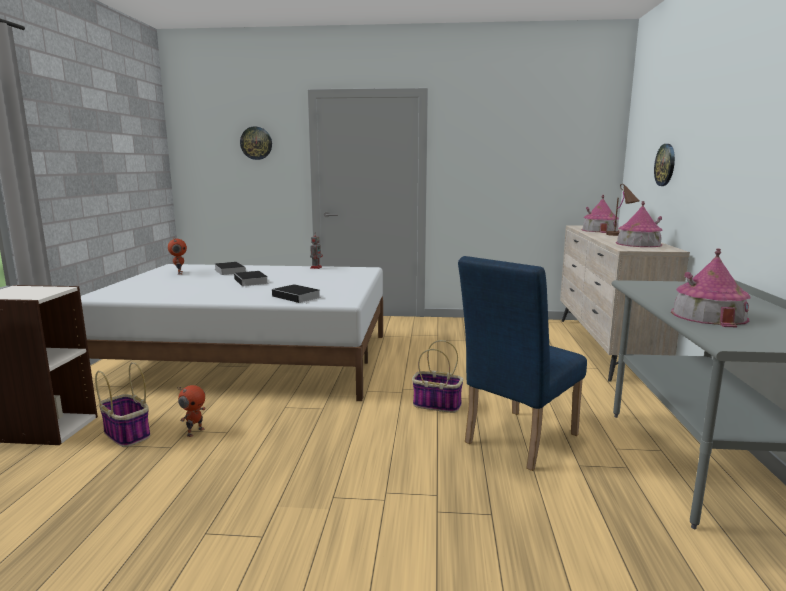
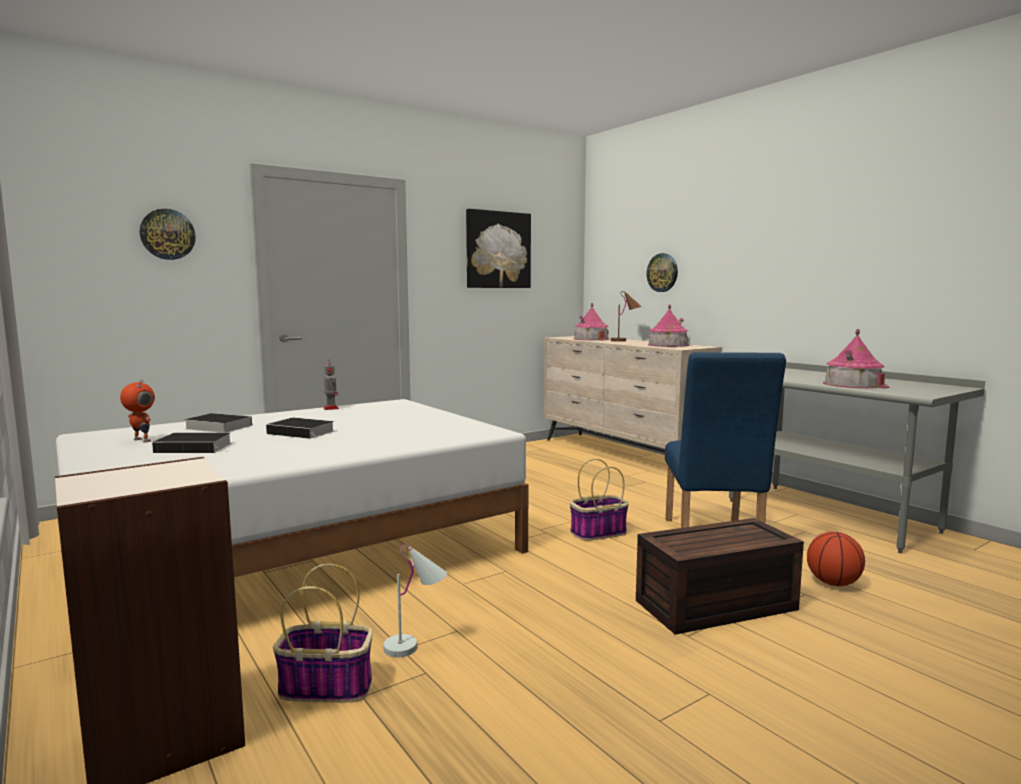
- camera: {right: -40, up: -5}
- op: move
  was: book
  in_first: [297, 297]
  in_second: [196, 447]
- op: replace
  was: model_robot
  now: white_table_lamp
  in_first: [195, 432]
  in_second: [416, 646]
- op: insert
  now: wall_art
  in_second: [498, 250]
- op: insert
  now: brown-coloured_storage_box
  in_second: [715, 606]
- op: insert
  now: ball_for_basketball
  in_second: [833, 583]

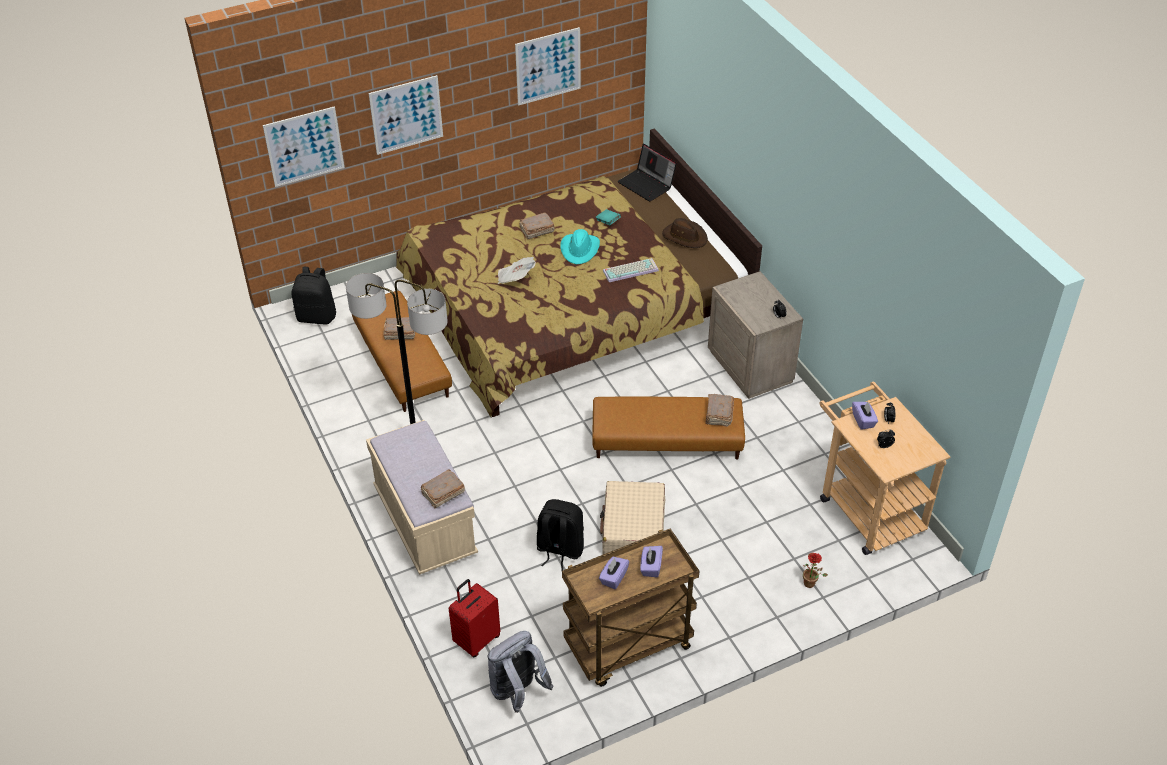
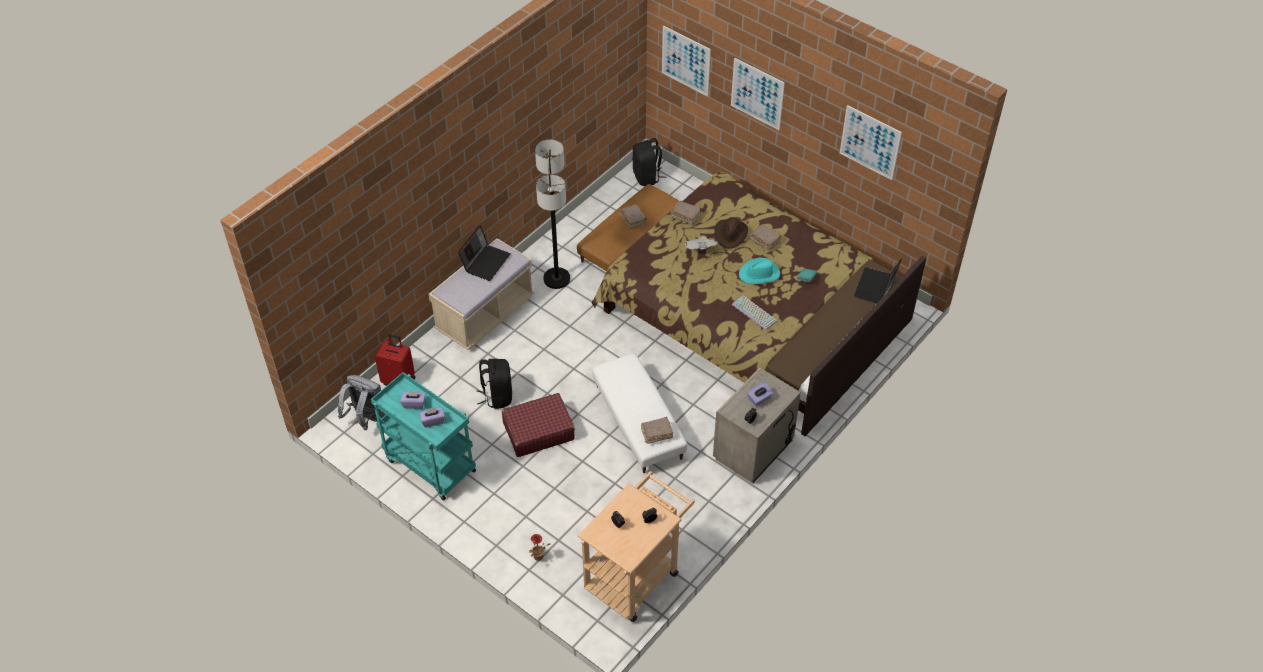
- camera: {right: 65, up: 5}
- op: recolor
  was: brown-coloured_trolley
  now: blue-green_trolley
  in_first: [628, 647]
  in_second: [429, 465]
- op: insert
  now: notebook_computer
  in_second: [485, 262]
- op: recolor
  was: sand-coloured_piece_of_luggage
  now: reddish_piece_of_luggage
  in_first: [633, 528]
  in_second: [538, 431]
- op: recolor
  was: brown-coloured_pouffe
  now: white_pouffe
  in_first: [666, 441]
  in_second: [638, 422]
- op: move
  was: brown-coloured_book
  in_first: [442, 494]
  in_second: [685, 216]
- op: move
  was: brown-coloured_hat
  in_first: [684, 236]
  in_second: [730, 234]
- op: move
  was: purple-coloured_tissue_holder
  in_first: [863, 421]
  in_second: [759, 399]

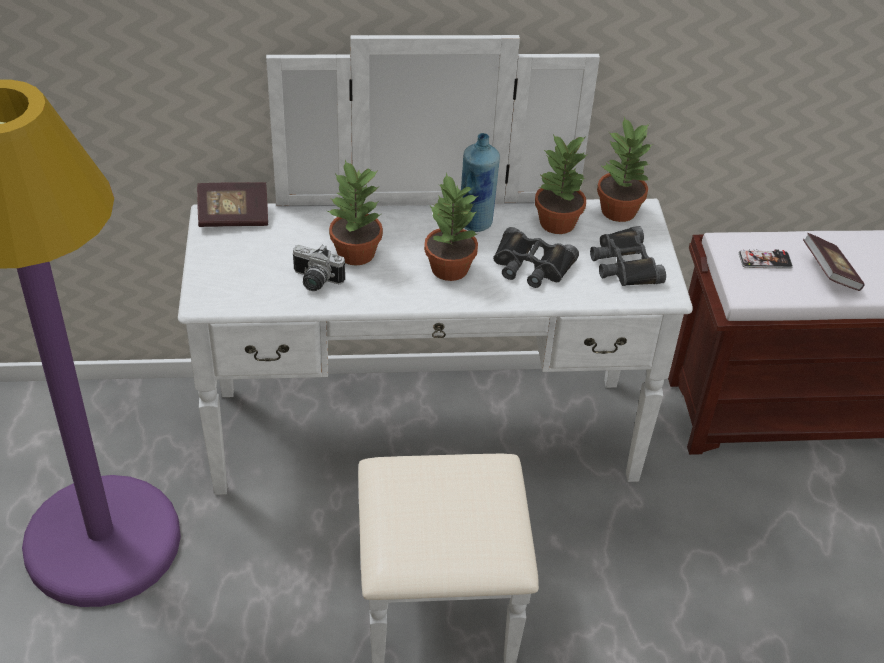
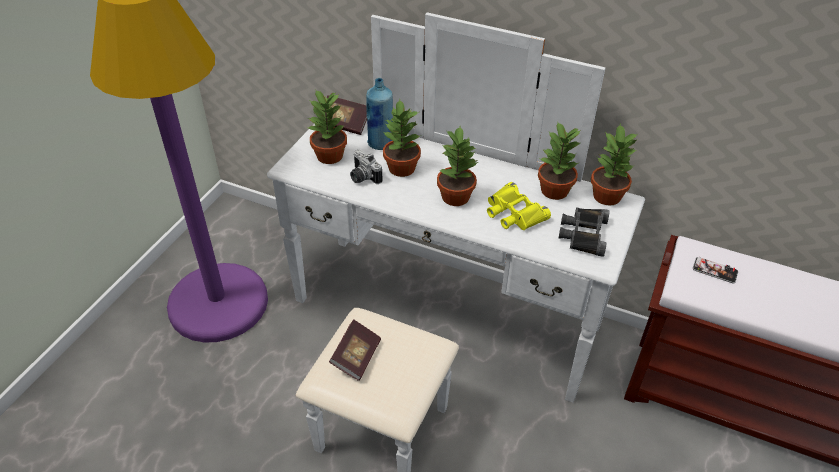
- camera: {right: 30, up: 0}
- op: insert
  now: potted_plant
  in_second: [330, 156]
- op: move
  was: book
  in_first: [829, 273]
  in_second: [356, 357]
- op: move
  was: blue-coloured_beverage_bottle
  in_first: [475, 222]
  in_second: [380, 144]
- op: recolor
  was: black-coloured_binoculars
  now: yellow-coloured_binoculars
  in_first: [531, 266]
  in_second: [513, 213]

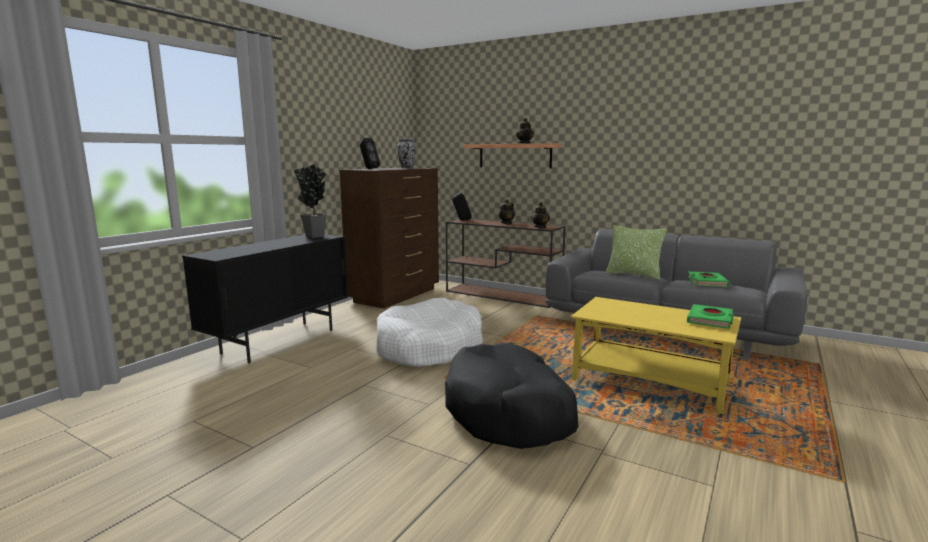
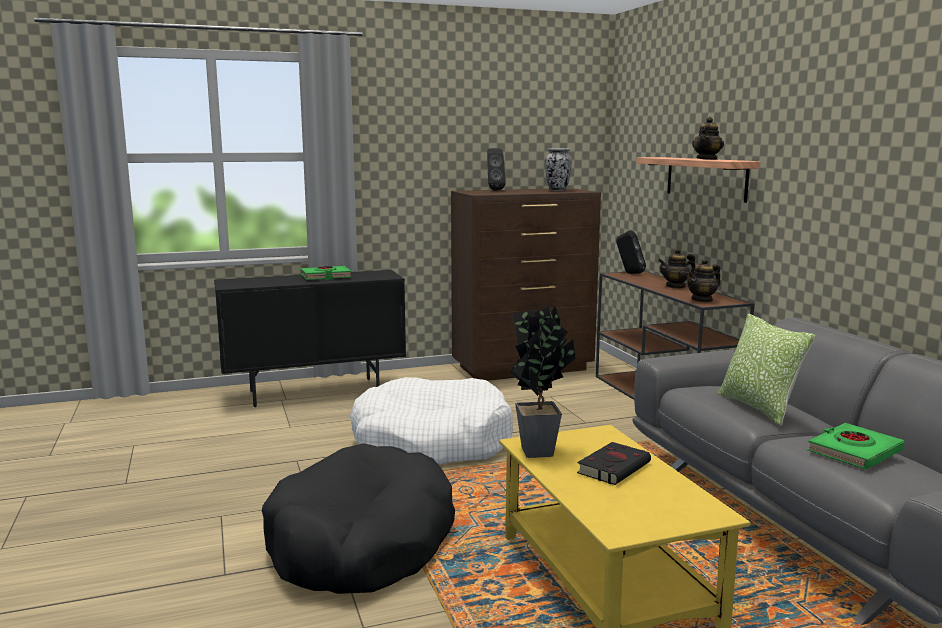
- camera: {right: 40, up: 0}
- op: move
  was: green-coloured_book
  in_first: [710, 320]
  in_second: [325, 277]
- op: move
  was: potted_plant
  in_first: [314, 236]
  in_second: [539, 449]
- op: insert
  now: black-coloured_book
  in_second: [614, 467]

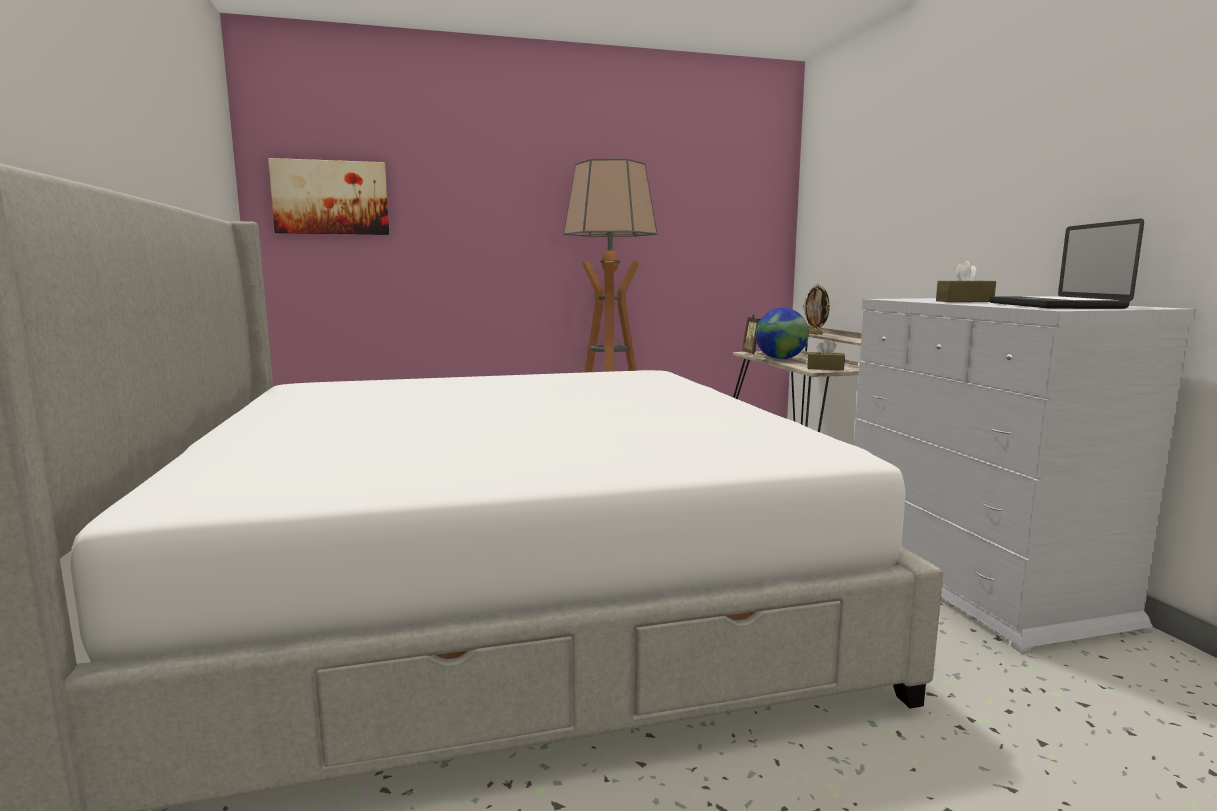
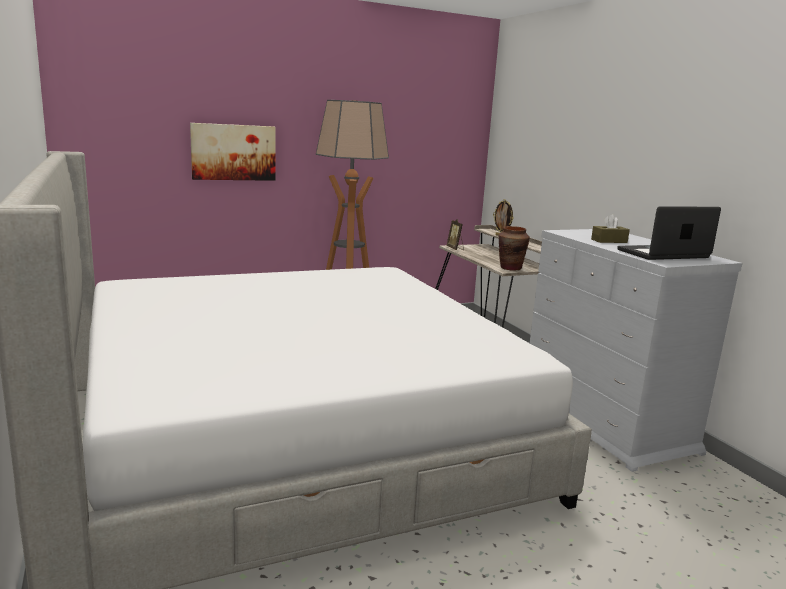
- camera: {right: -10, up: 5}
- op: move
  was: wall_art
  in_first: [331, 197]
  in_second: [233, 152]
- op: replace
  was: brown-coloured_tissue_holder
  now: brown-coloured_flower_vase
  in_first: [825, 368]
  in_second: [510, 268]
- op: rotate
  was: notebook_computer
  in_first: [1054, 305]
  in_second: [663, 254]
  clockwise: 75
- op: delete
  was: globe
  in_first: [780, 359]

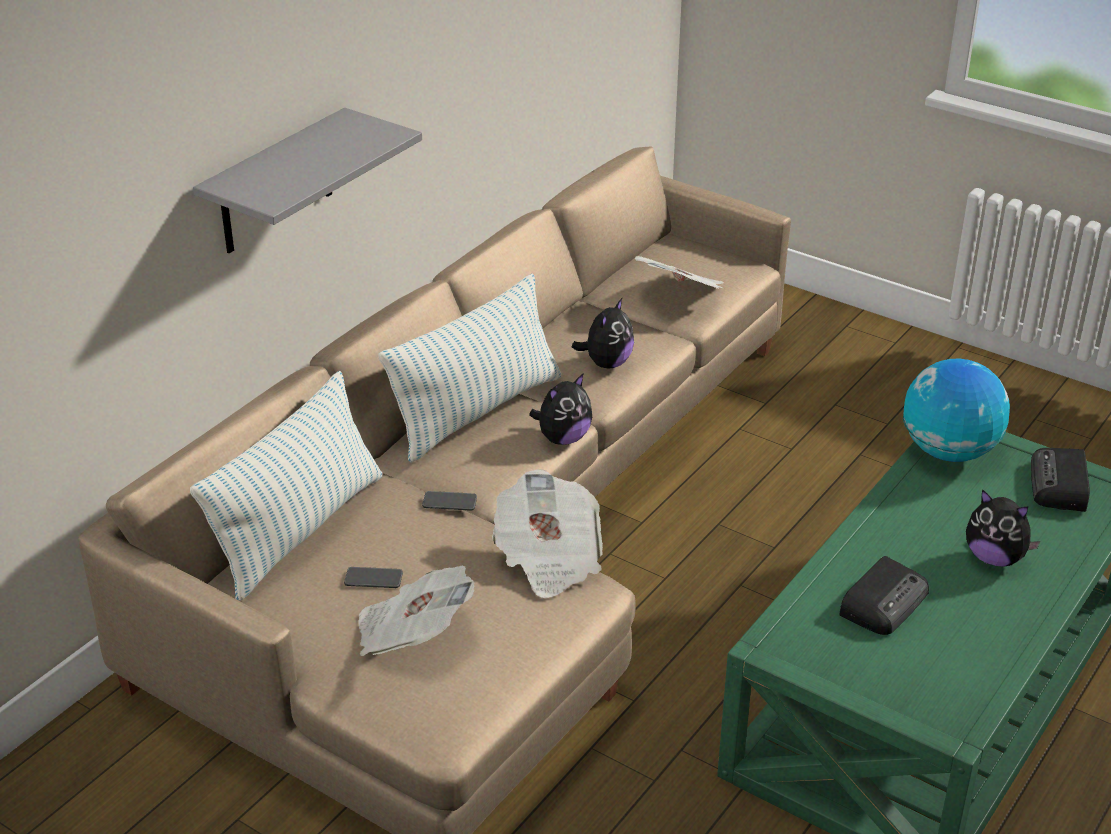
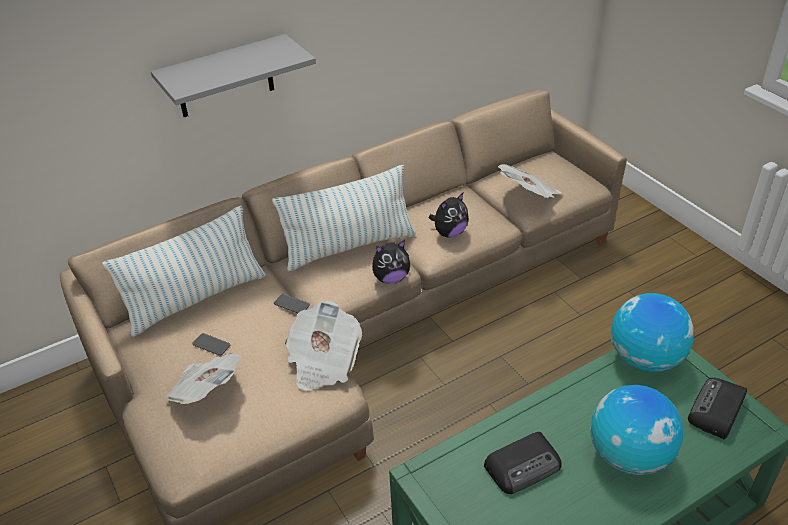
- camera: {right: 25, up: 5}
- op: replace
  was: soft_toy
  now: globe
  in_first: [994, 558]
  in_second: [629, 456]

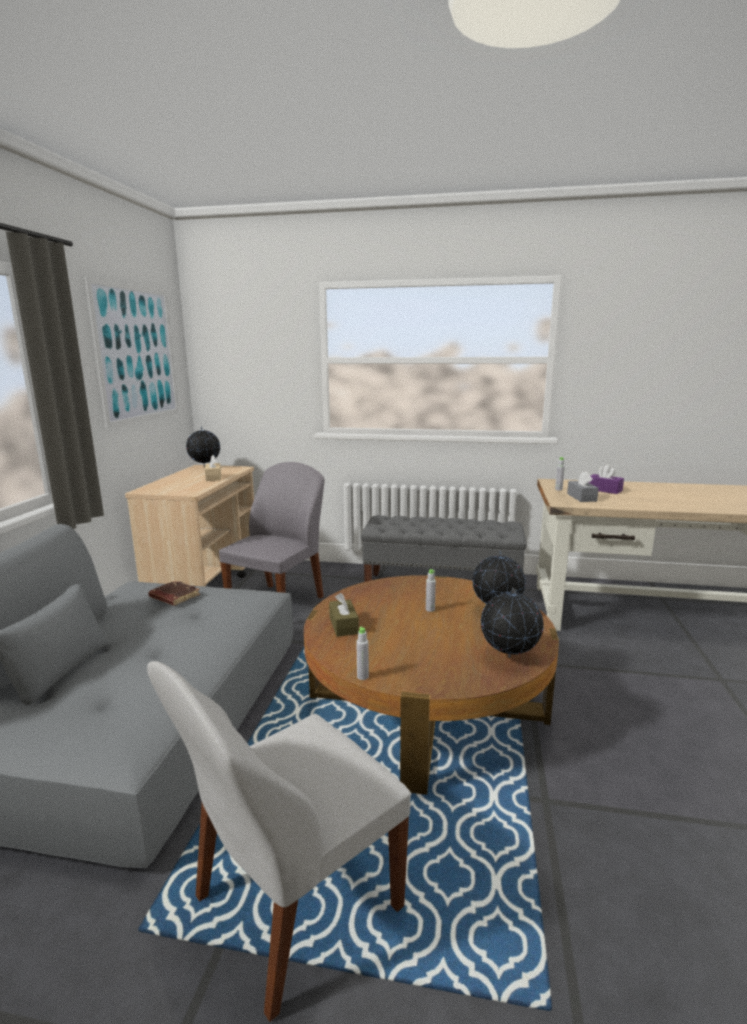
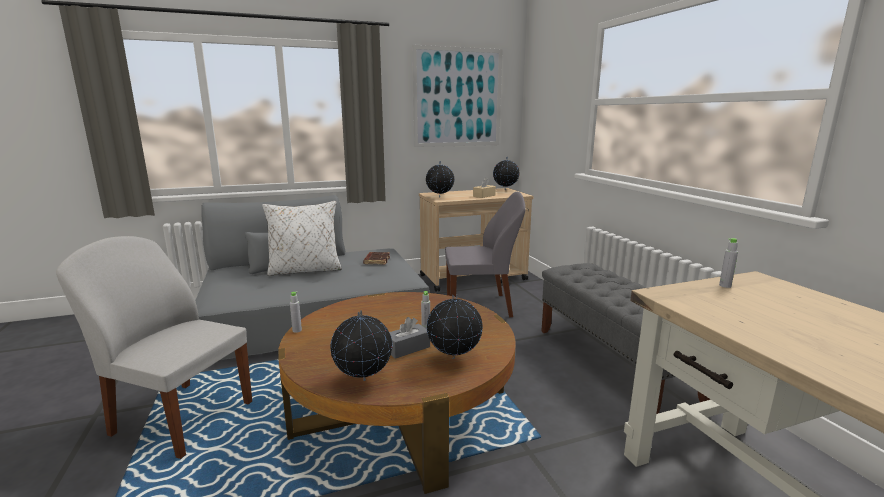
- camera: {right: 60, up: 0}
- op: insert
  now: white_pillow
  in_second: [305, 270]
- op: move
  was: gray_tissue_holder
  in_first: [581, 497]
  in_second: [407, 348]
- op: insert
  now: globe
  in_second: [440, 197]
- op: delete
  was: brown-coloured_tissue_holder
  in_first: [343, 625]
- op: delete
  was: purple-coloured_tissue_holder
  in_first: [604, 490]

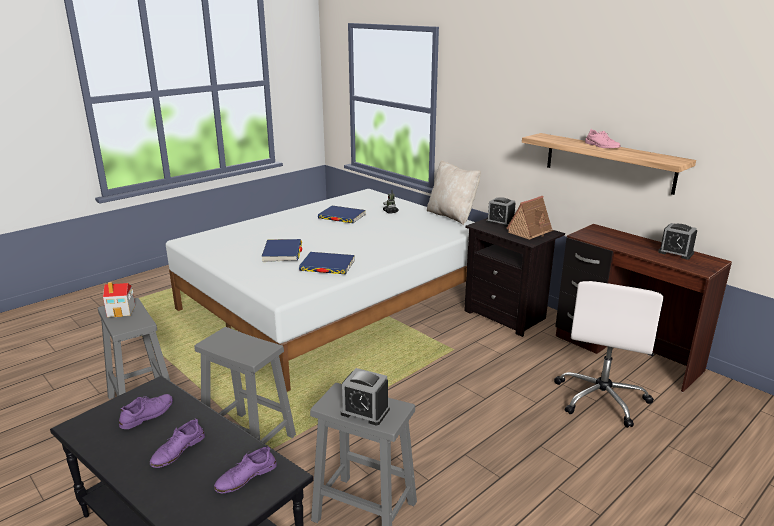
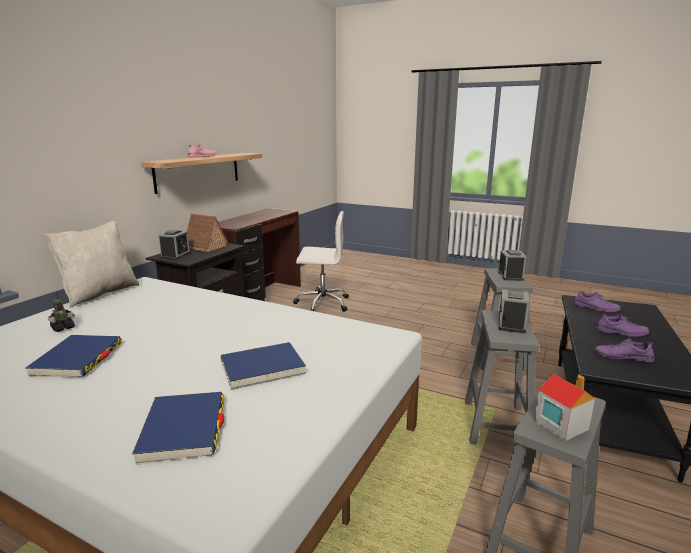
- camera: {right: -110, up: -5}
- op: move
  was: blue-coloured_book
  in_first: [327, 266]
  in_second: [183, 429]
- op: move
  was: alarm_clock
  in_first: [675, 253]
  in_second: [511, 324]

